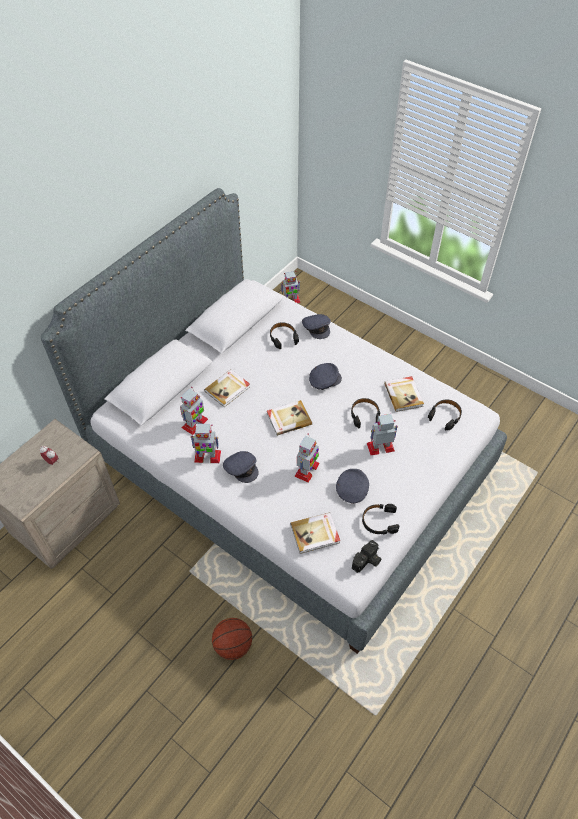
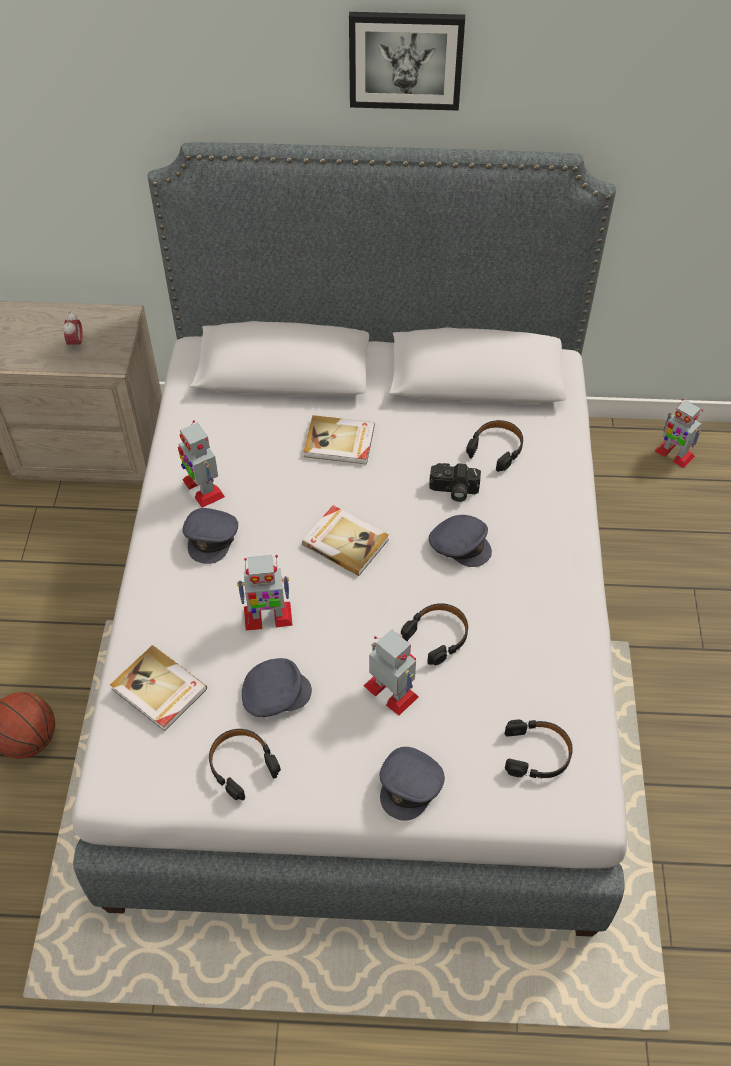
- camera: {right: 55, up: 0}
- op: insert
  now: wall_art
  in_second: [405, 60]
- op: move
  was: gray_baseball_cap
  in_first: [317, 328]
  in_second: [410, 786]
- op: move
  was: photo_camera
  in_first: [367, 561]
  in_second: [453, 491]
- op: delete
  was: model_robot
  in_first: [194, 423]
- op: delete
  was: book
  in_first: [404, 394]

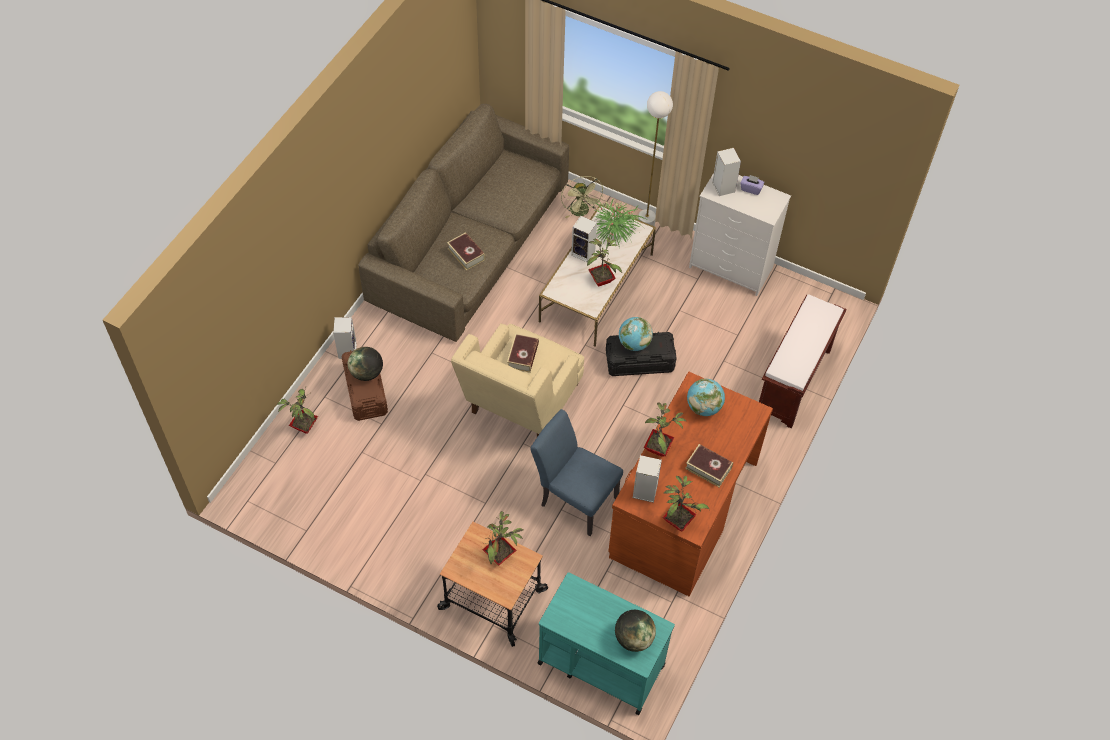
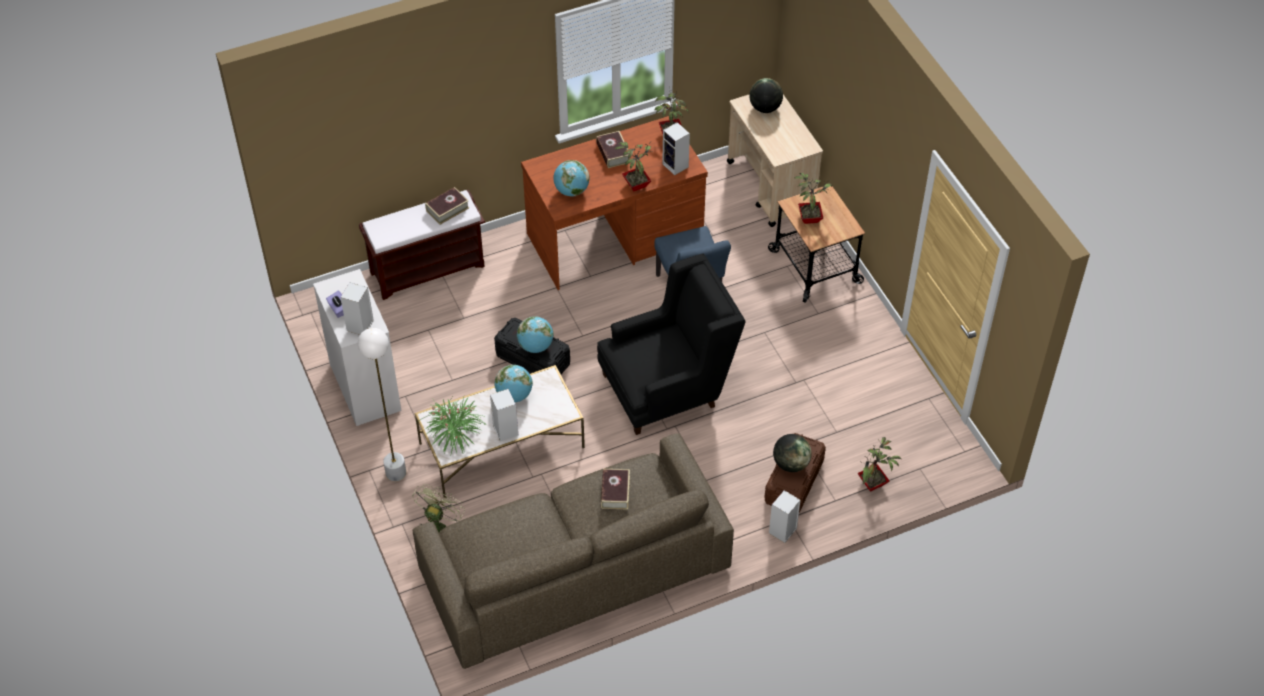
- camera: {right: -140, up: -5}
- op: move
  was: book
  in_first: [523, 356]
  in_second: [447, 209]
- op: replace
  was: potted_plant
  now: globe
  in_first: [602, 280]
  in_second: [514, 395]
- op: recolor
  was: sand-coloured_easy_chair
  now: black-coloured_easy_chair
  in_first: [520, 405]
  in_second: [668, 387]
- op: recolor
  was: blue-green_trolley
  now: sand-coloured_trolley
  in_first: [600, 663]
  in_second: [771, 187]

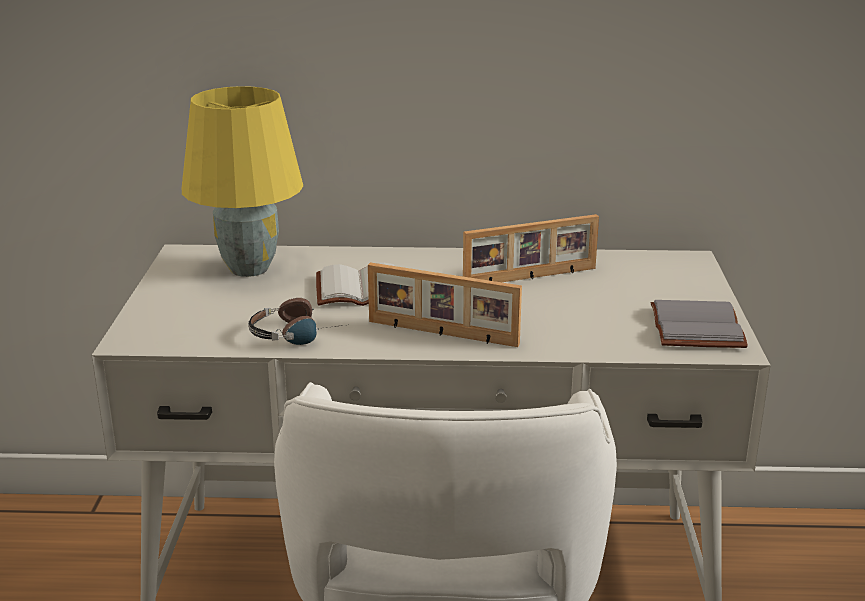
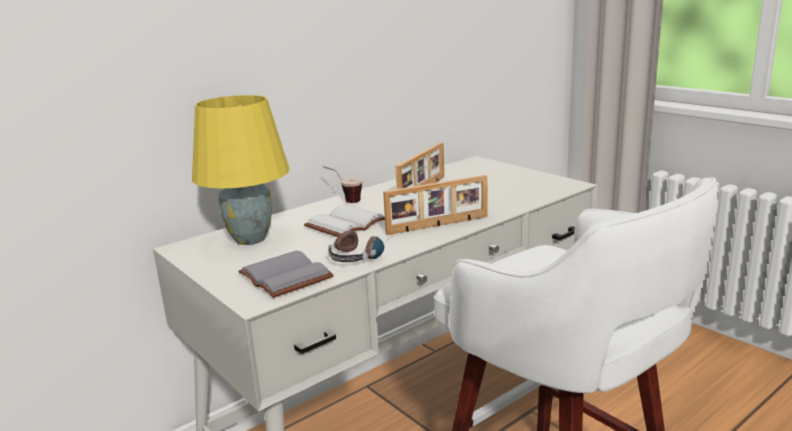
- camera: {right: -40, up: -5}
- op: move
  was: gray_book
  in_first: [700, 328]
  in_second: [288, 276]
- op: insert
  now: drinking_cup
  in_second: [344, 201]

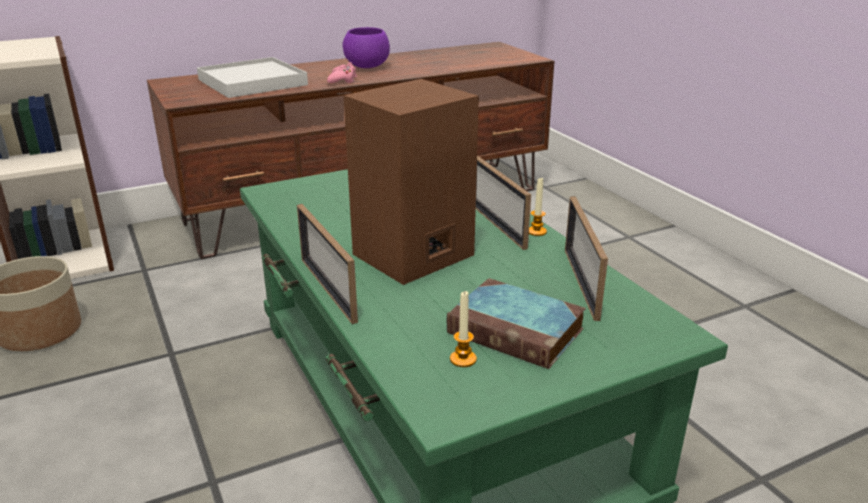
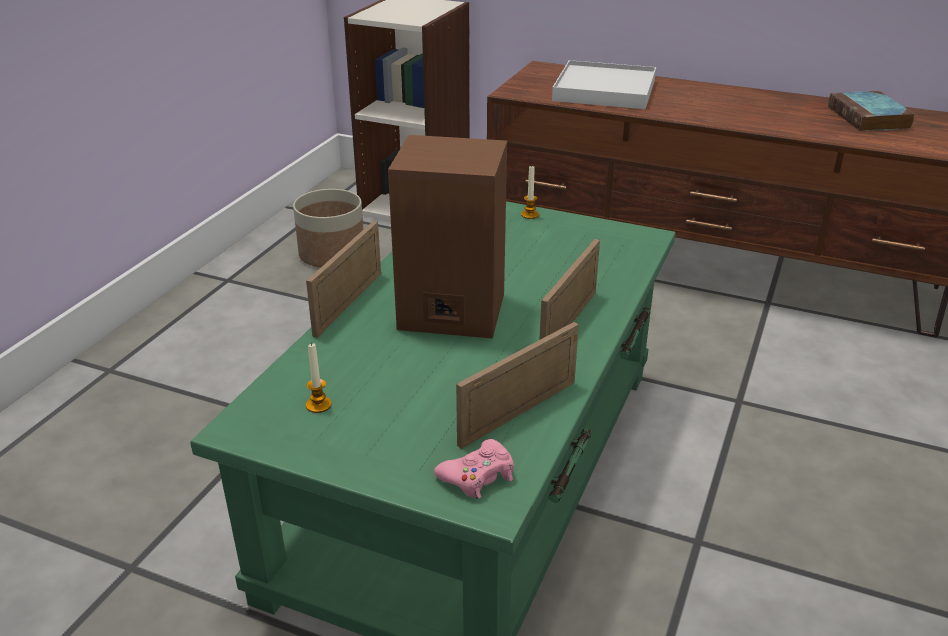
- camera: {right: 50, up: 5}
- op: move
  was: pink-coloured_gamepad
  in_first: [342, 80]
  in_second: [478, 476]
- op: move
  was: candle
  in_first: [536, 231]
  in_second: [530, 215]
- op: move
  was: book
  in_first: [518, 331]
  in_second: [869, 118]
- op: delete
  was: purple-coloured_serving_bowl
  in_first: [366, 67]

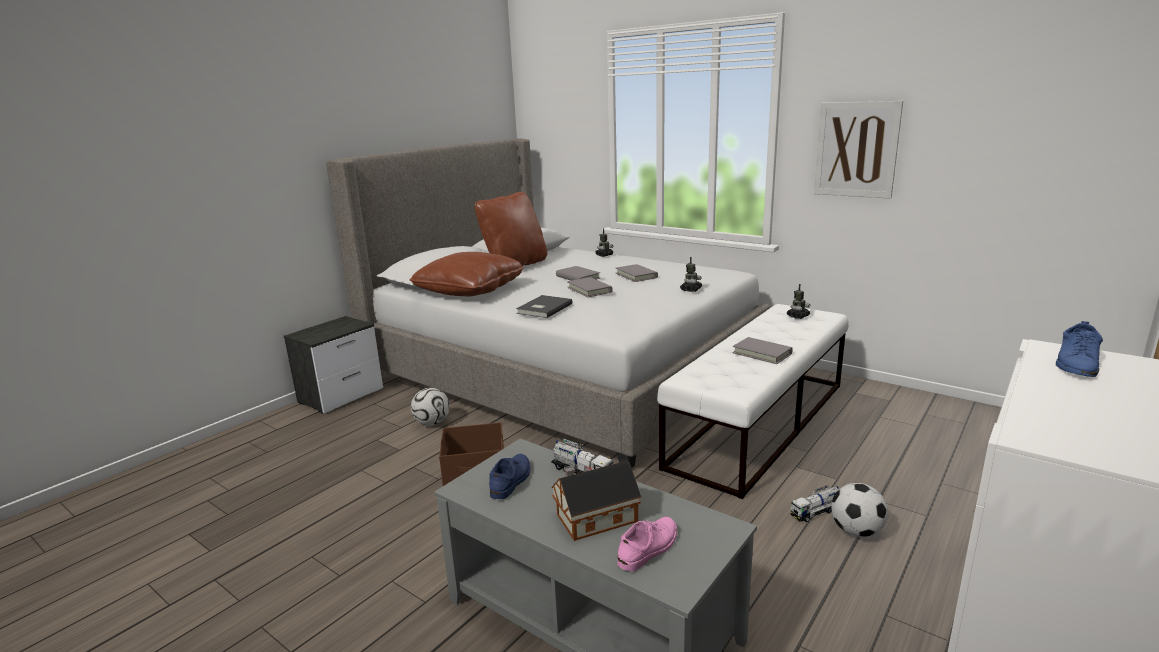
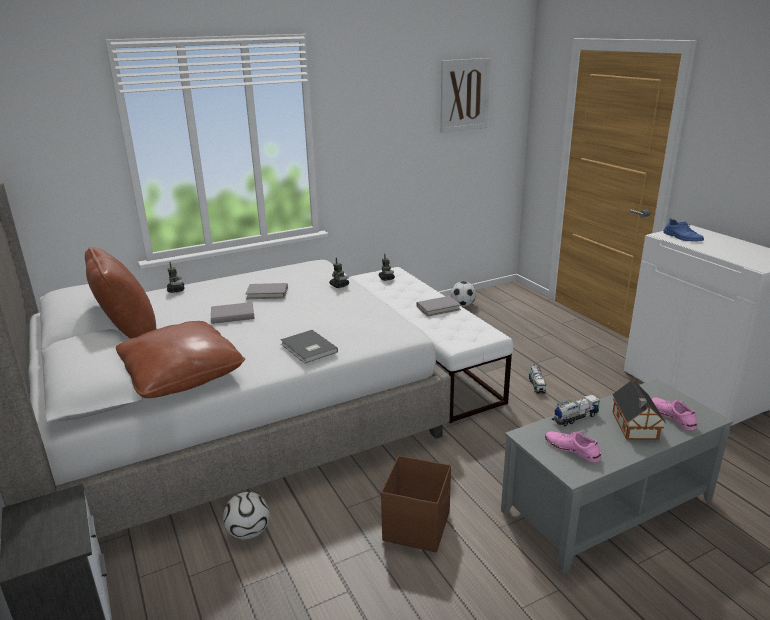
- camera: {right: -65, up: 5}
- op: move
  was: wall_art
  in_first: [856, 149]
  in_second: [464, 95]
- op: move
  was: football_ball
  in_first: [856, 531]
  in_second: [463, 305]
- op: recolor
  was: blue-coloured_shoe
  now: pink-coloured_shoe
  in_first: [511, 480]
  in_second: [572, 449]
- op: delete
  was: gray_book
  in_first: [589, 290]

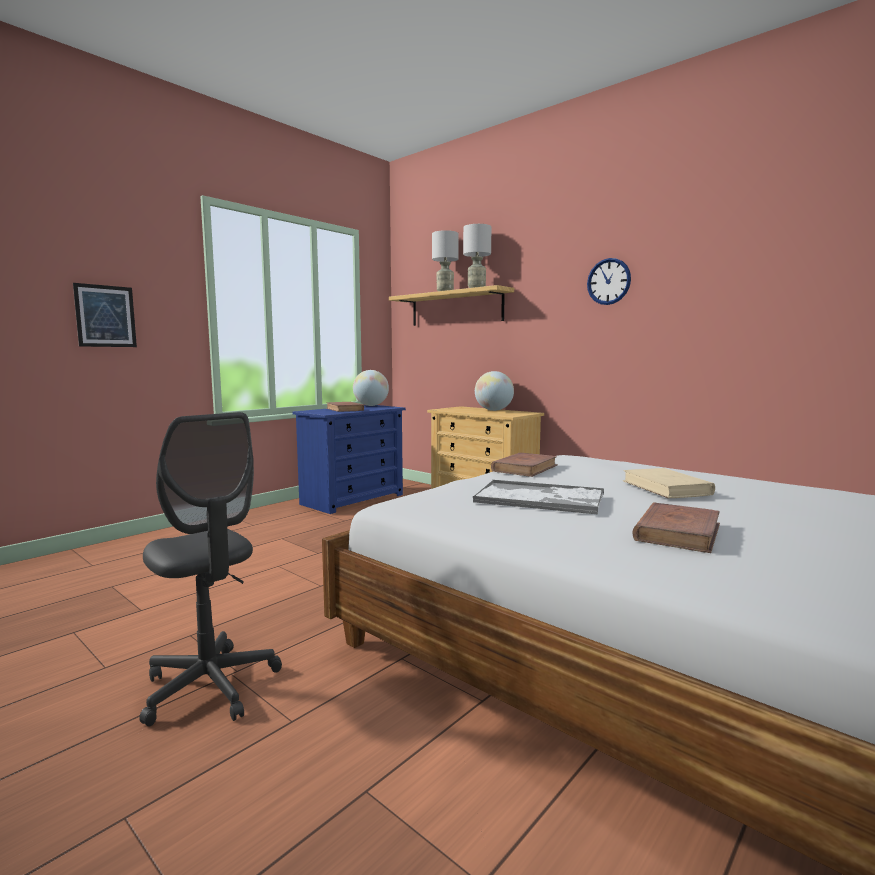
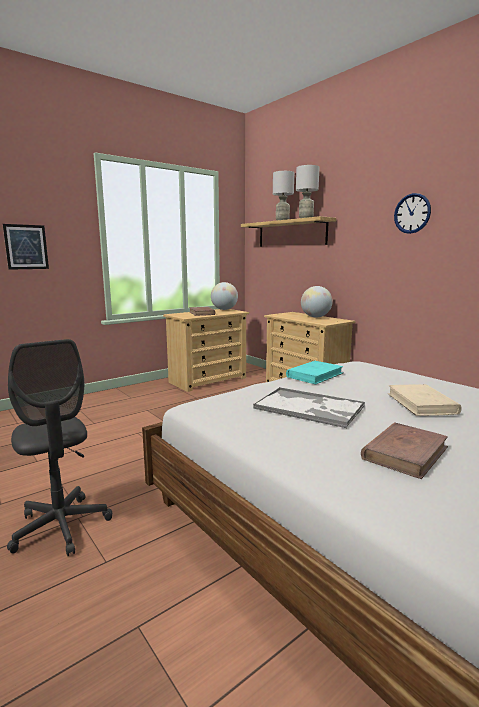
- camera: {right: 10, up: 5}
- op: recolor
  was: blue-coloured_drawer_chest
  now: sand-coloured_drawer_chest
  in_first: [353, 499]
  in_second: [208, 380]
- op: recolor
  was: brown-coloured_book
  now: blue-green_book
  in_first: [525, 468]
  in_second: [315, 375]

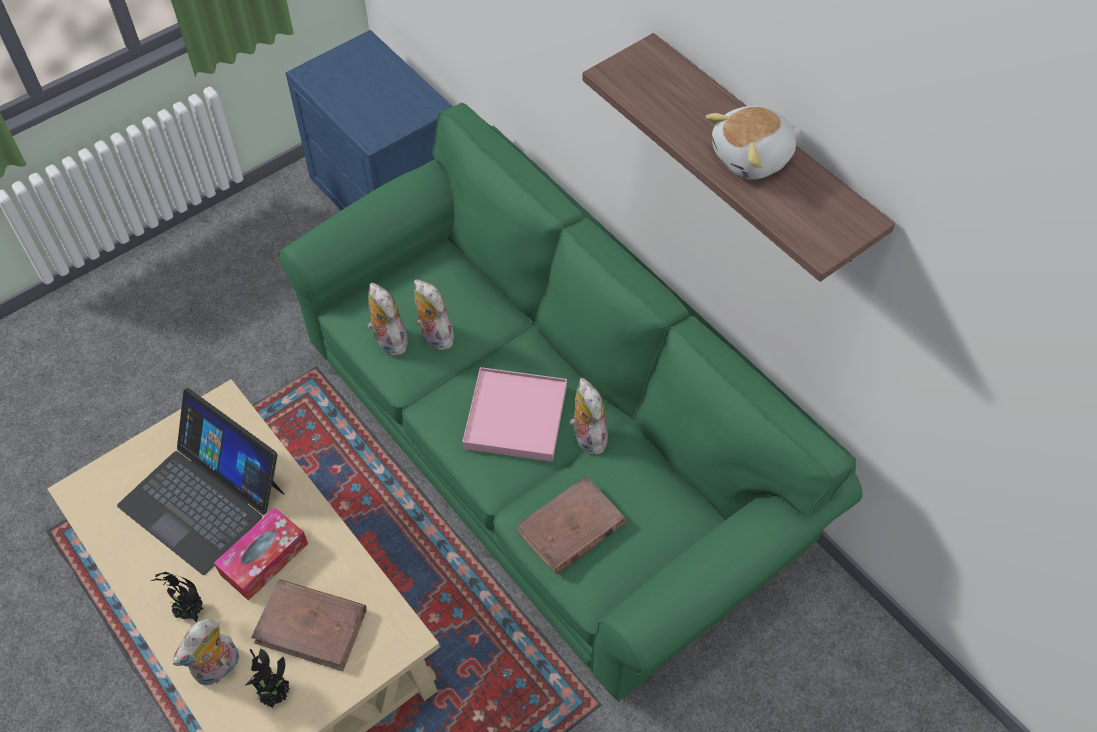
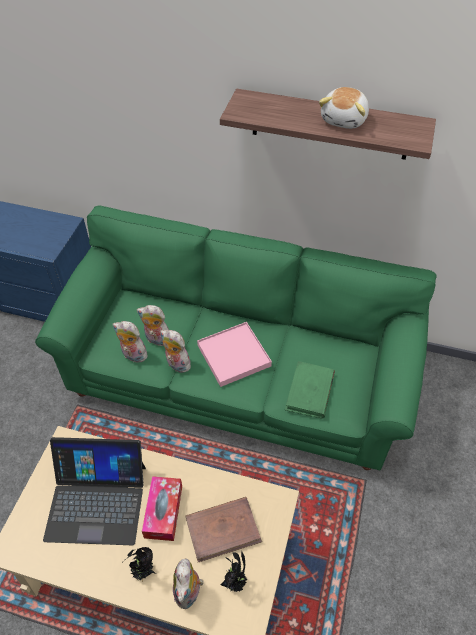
- camera: {right: -35, up: -5}
- op: move
  was: soft_toy
  in_first: [586, 436]
  in_second: [176, 364]
- op: recolor
  was: brown-coloured_book
  now: green-coloured_book
  in_first: [571, 528]
  in_second: [309, 392]

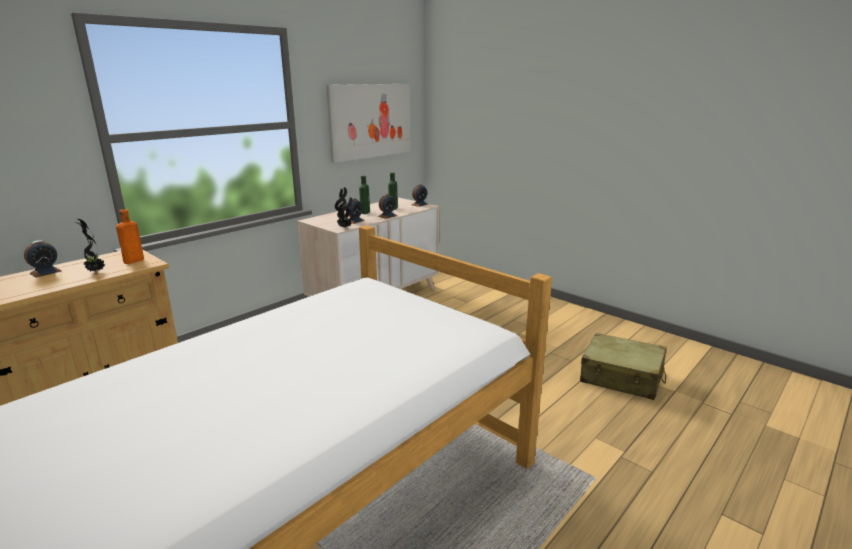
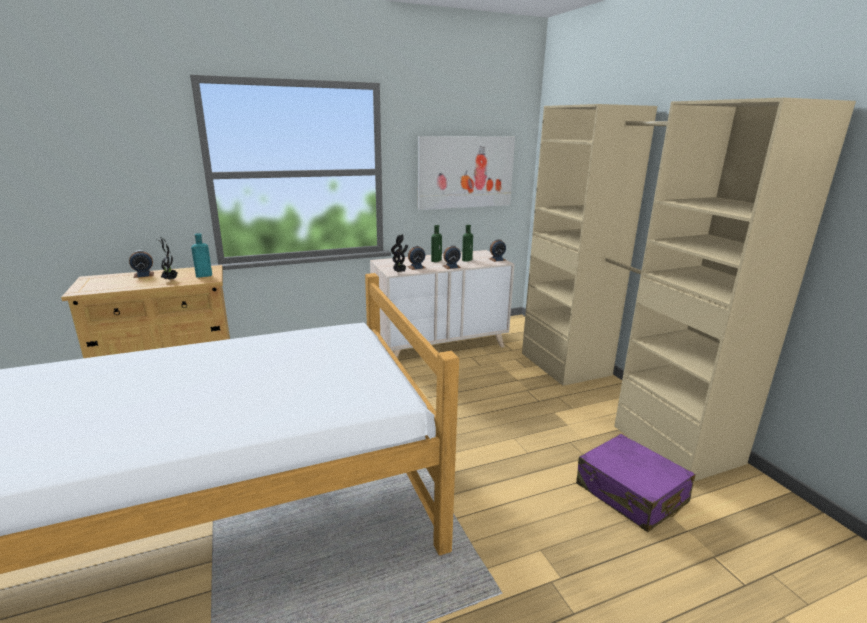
- camera: {right: 25, up: 0}
- op: recolor
  was: orangey_beverage_bottle
  now: blue-green_beverage_bottle
  in_first: [132, 261]
  in_second: [202, 276]
- op: insert
  now: sand-coloured_armoire
  in_second: [614, 399]
- op: recolor
  was: sand-coloured_piece_of_luggage
  now: purple-coloured_piece_of_luggage
  in_first: [621, 377]
  in_second: [630, 493]

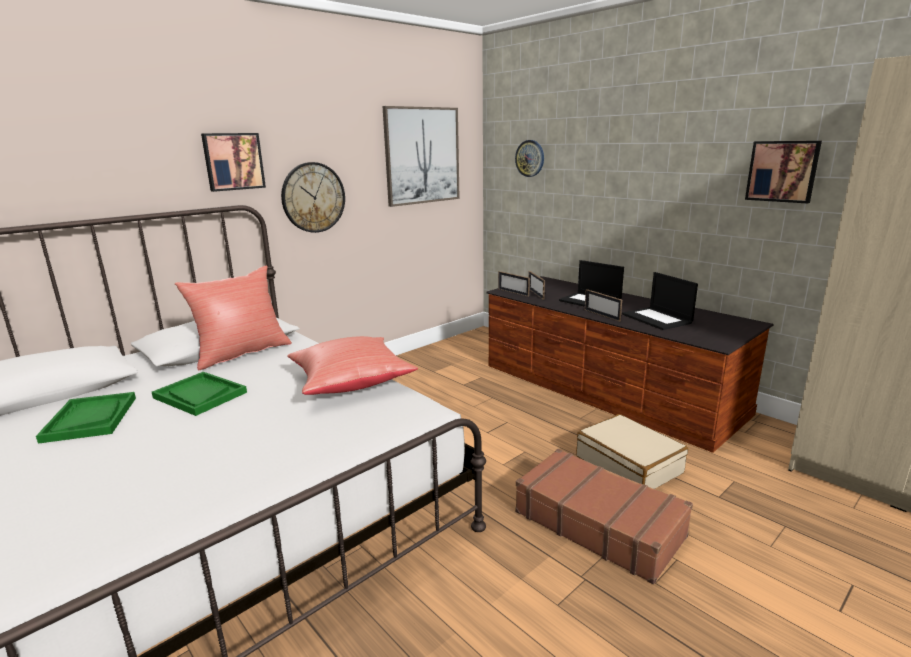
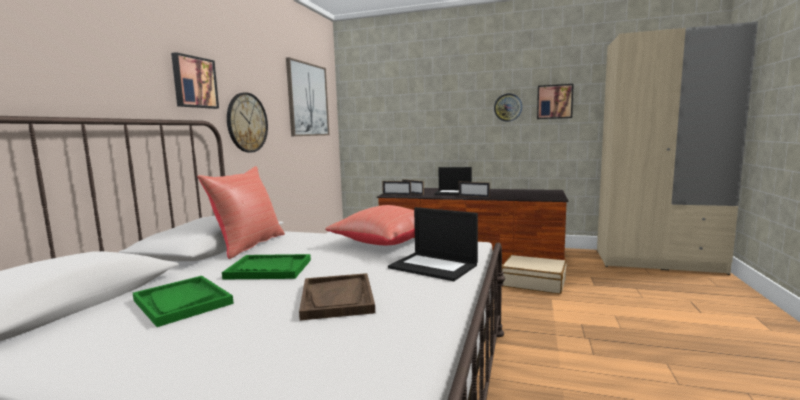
- camera: {right: -30, up: -10}
- op: insert
  now: brown-coloured_tray
  in_second: [337, 298]
- op: move
  was: notebook_computer
  in_first: [657, 319]
  in_second: [434, 266]
- op: move
  was: hanging_clock
  in_first: [530, 158]
  in_second: [508, 107]
- op: delete
  was: brown-coloured_piece_of_luggage
  in_first: [598, 523]

